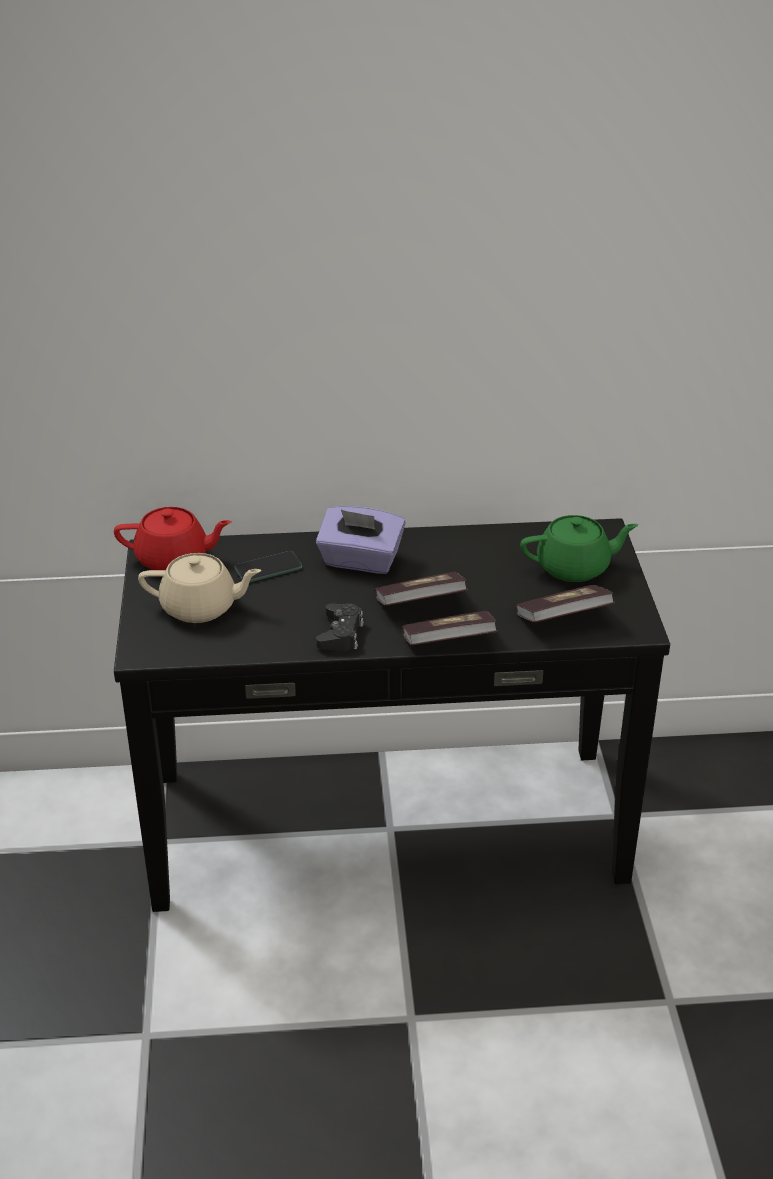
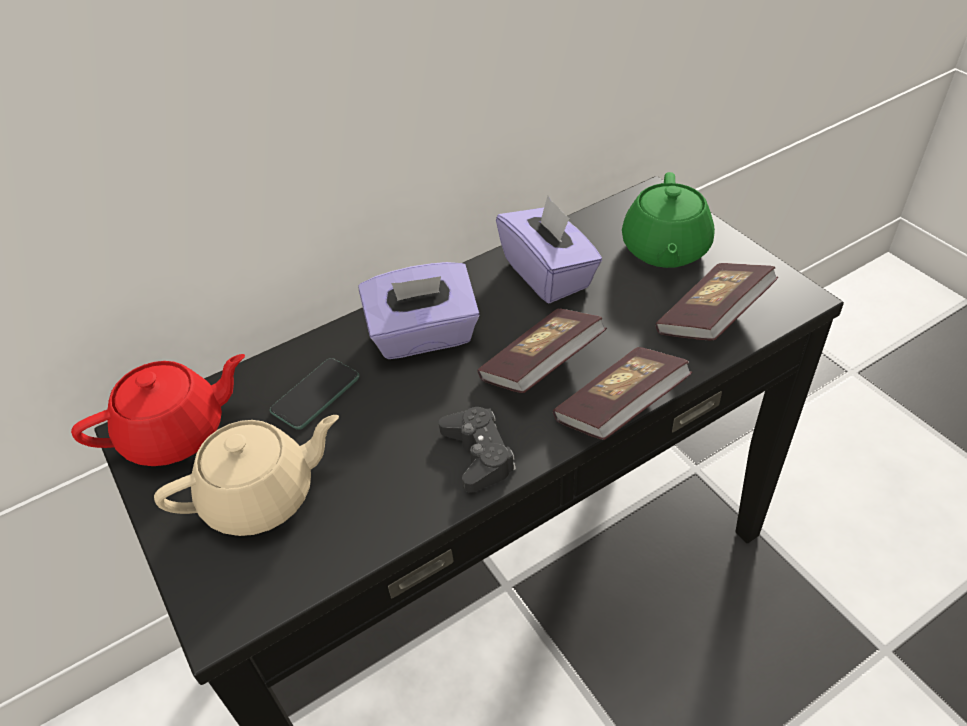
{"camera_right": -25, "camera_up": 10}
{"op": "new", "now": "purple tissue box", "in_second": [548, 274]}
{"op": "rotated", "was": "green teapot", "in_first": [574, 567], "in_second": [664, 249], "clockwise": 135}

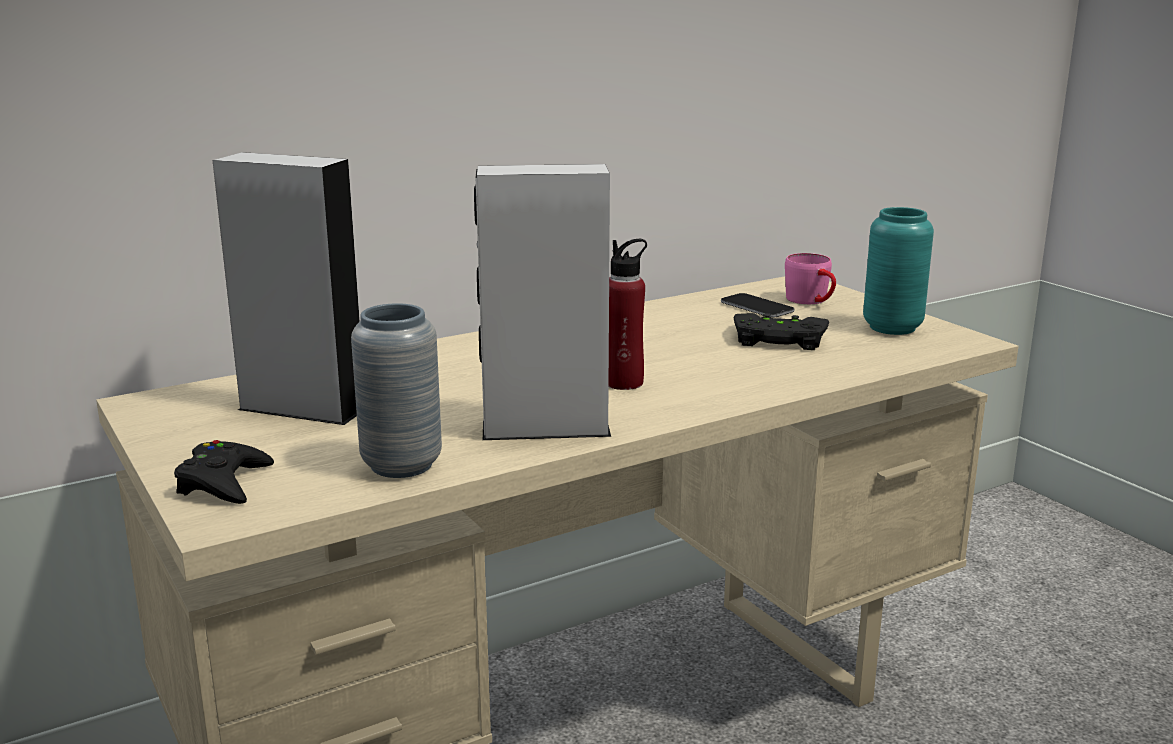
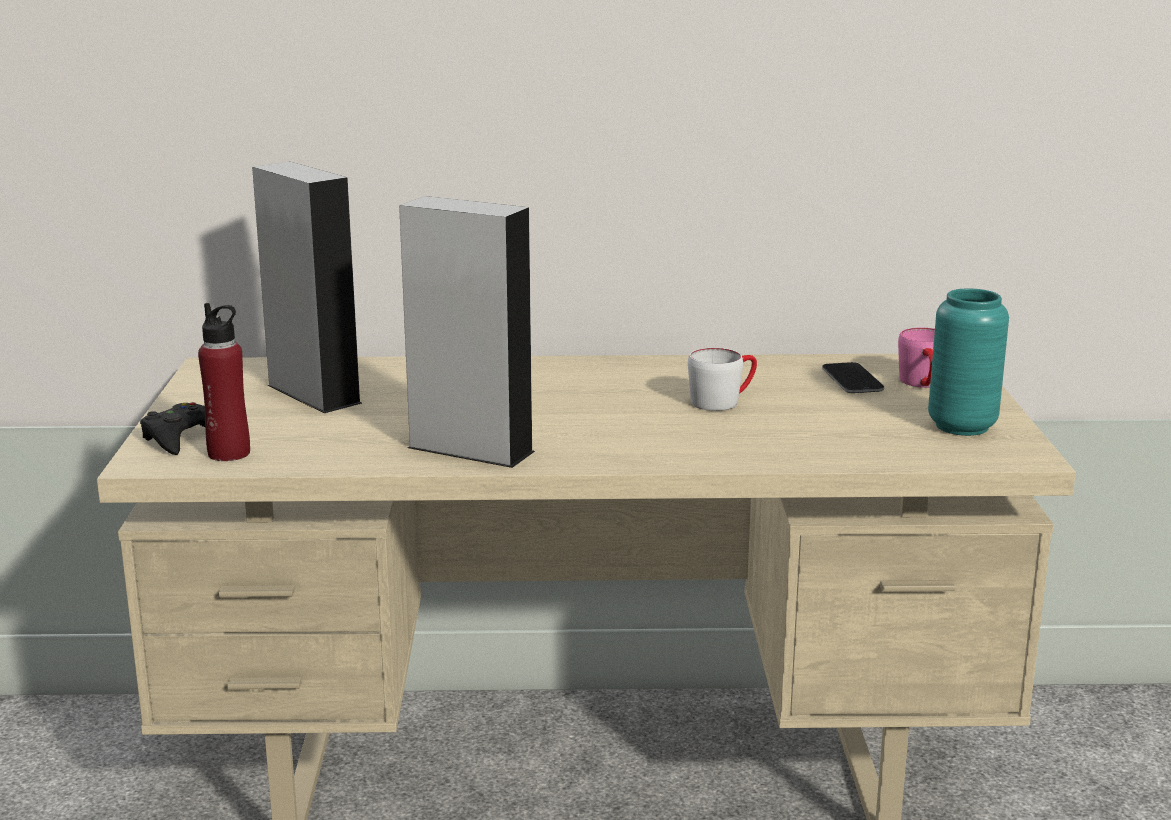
{"camera_right": 30, "camera_up": 0}
{"op": "gone", "was": "grey vase", "in_first": [401, 465]}
{"op": "gone", "was": "black game controller", "in_first": [778, 339]}
{"op": "new", "now": "white mug", "in_second": [723, 400]}
{"op": "shifted", "was": "red bottle", "in_first": [624, 382], "in_second": [229, 453]}

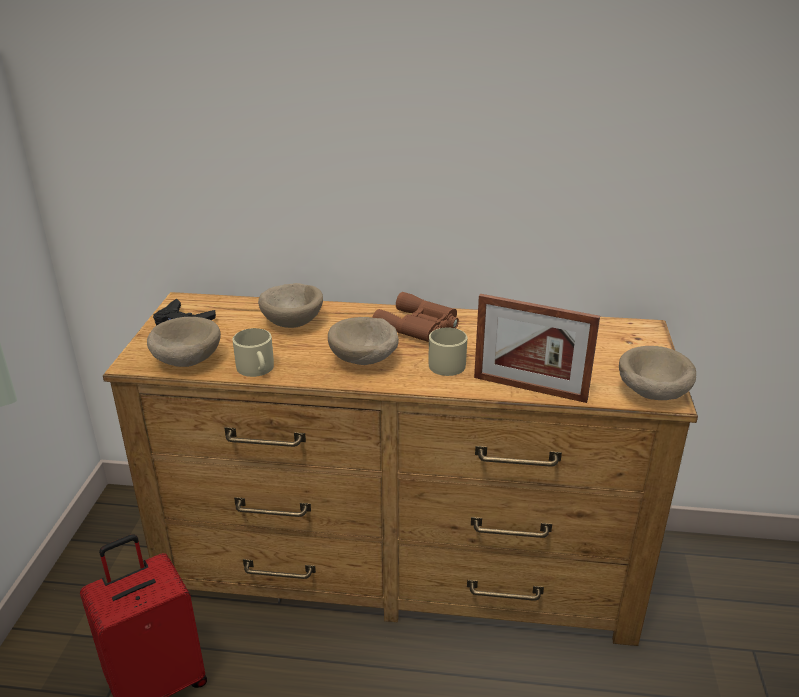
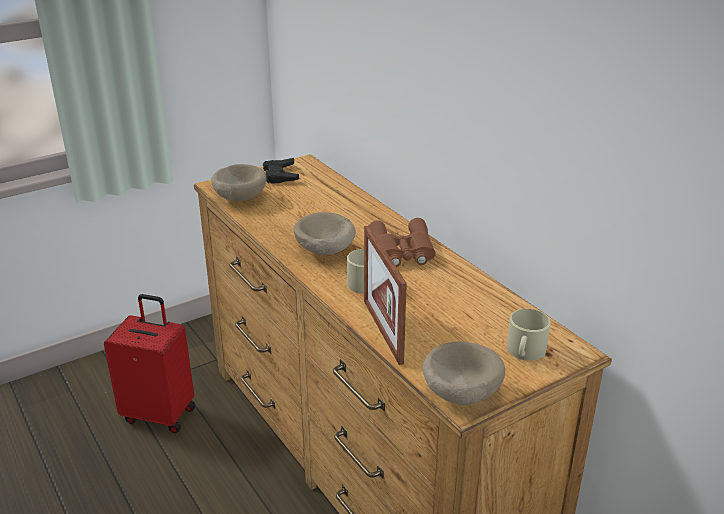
{"camera_right": 50, "camera_up": 0}
{"op": "gone", "was": "beige bowl", "in_first": [293, 322]}
{"op": "shifted", "was": "beige mug", "in_first": [256, 369], "in_second": [525, 351]}

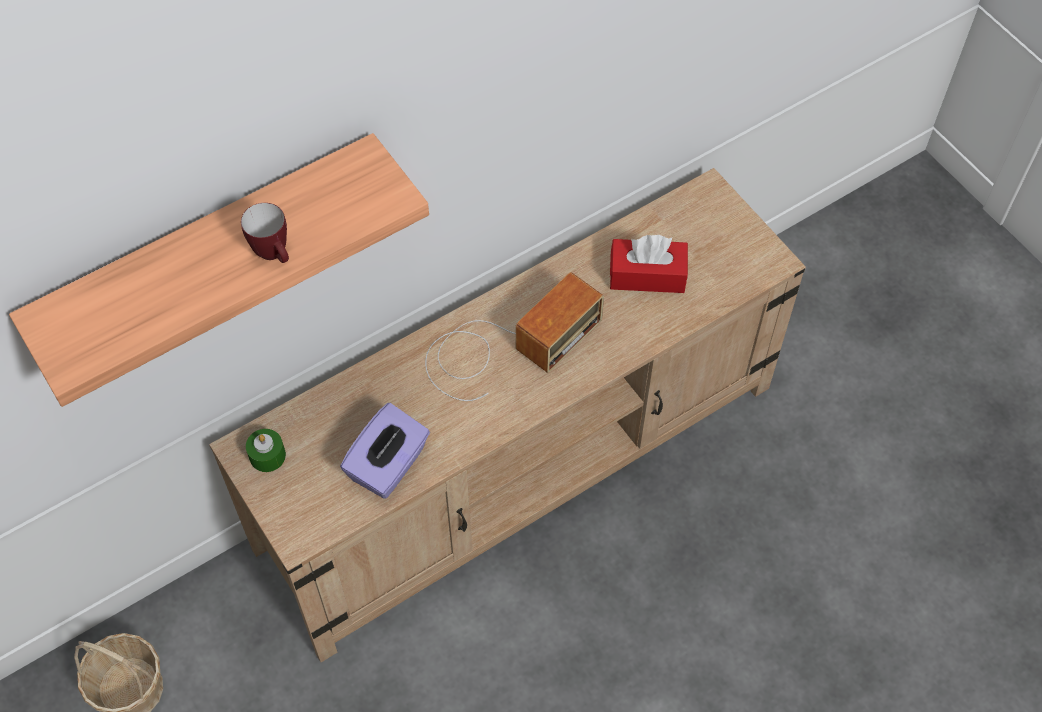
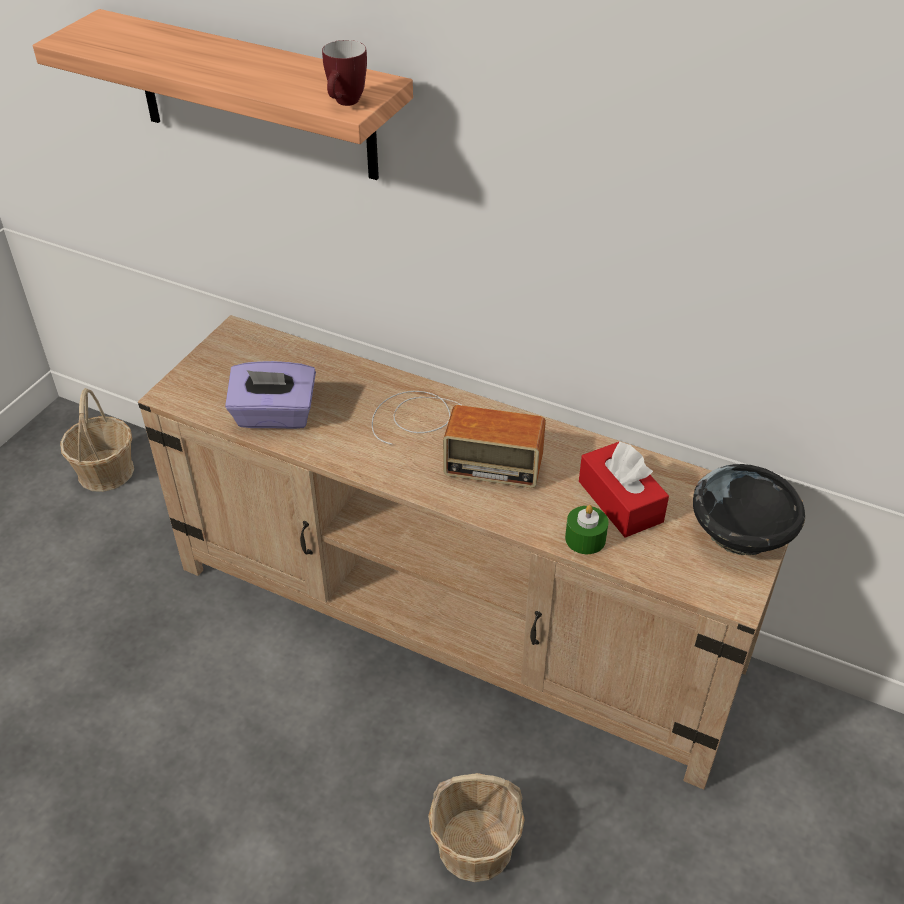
{"camera_right": 60, "camera_up": -15}
{"op": "new", "now": "basket", "in_second": [474, 845]}
{"op": "new", "now": "black bowl", "in_second": [740, 533]}
{"op": "shifted", "was": "mug", "in_first": [275, 255], "in_second": [345, 104]}
{"op": "shifted", "was": "green candle", "in_first": [267, 455], "in_second": [585, 539]}

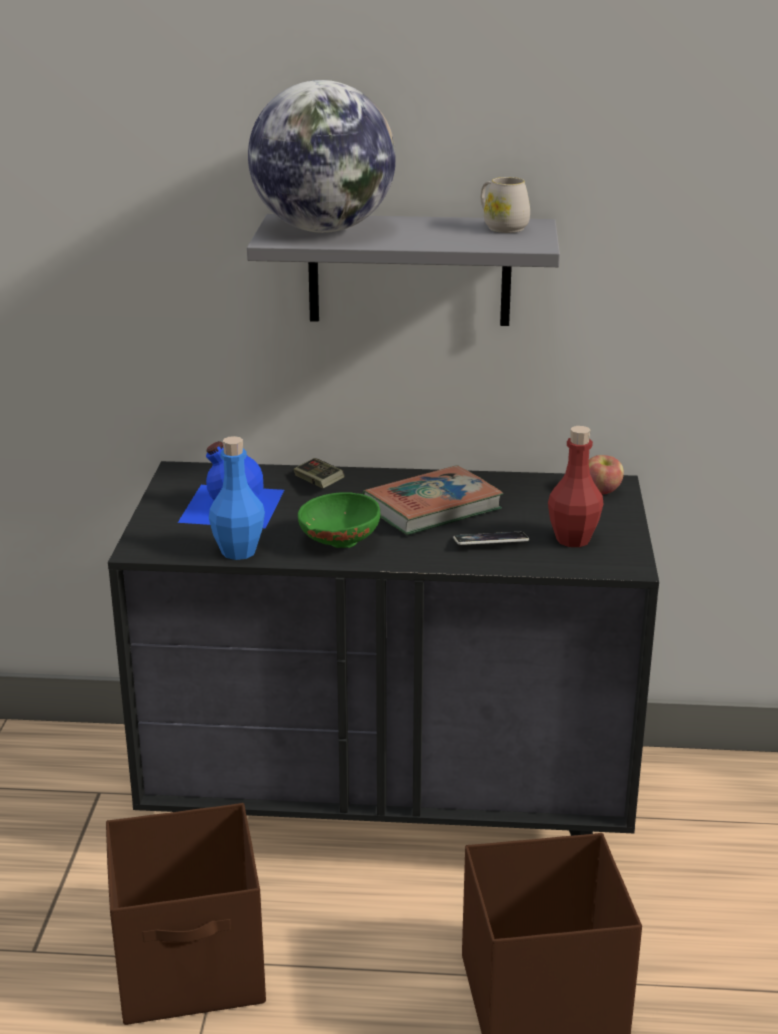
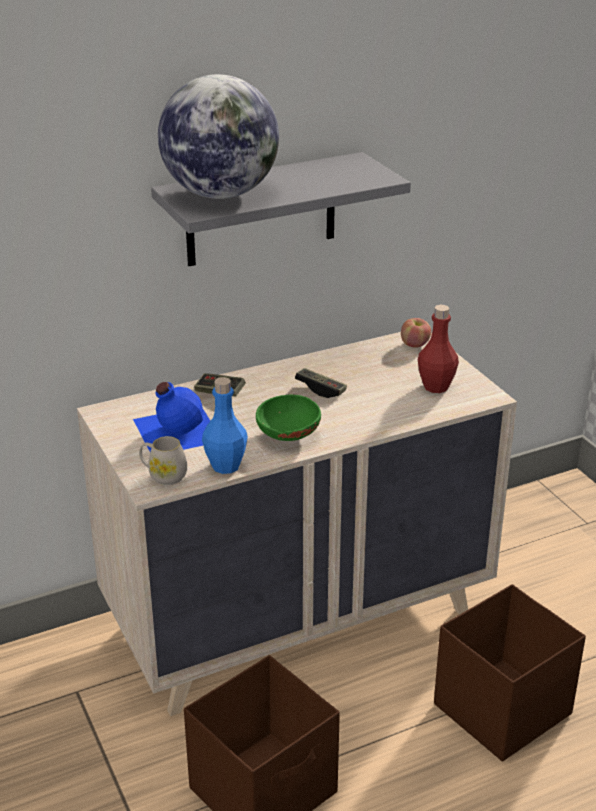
{"camera_right": -30, "camera_up": 5}
{"op": "gone", "was": "phone", "in_first": [490, 543]}
{"op": "shifted", "was": "white mug", "in_first": [501, 227], "in_second": [163, 475]}
{"op": "swapped", "was": "book", "now": "game controller", "in_first": [432, 508], "in_second": [320, 389]}
{"op": "repainted", "was": "black dresser", "now": "beige dresser", "in_first": [391, 805], "in_second": [299, 617]}

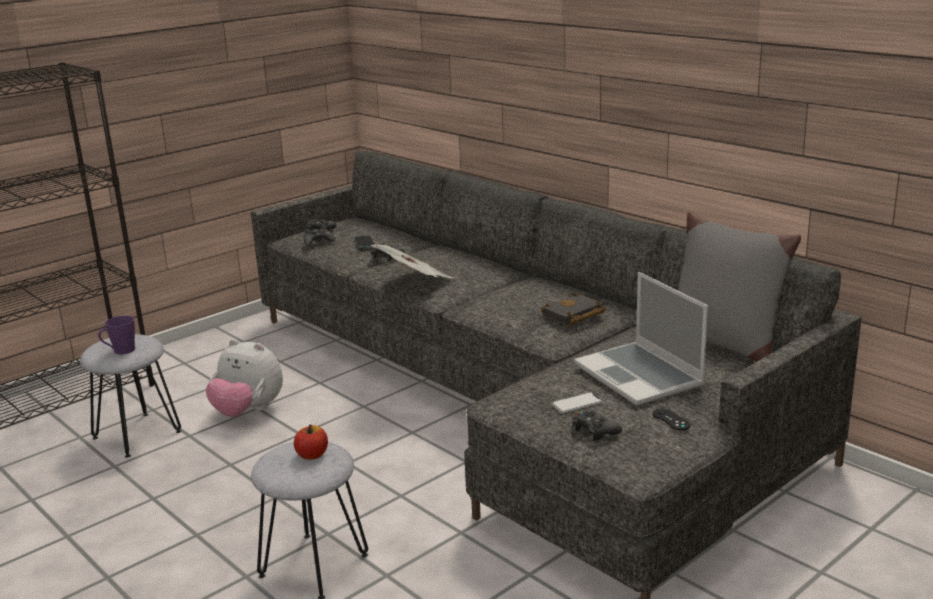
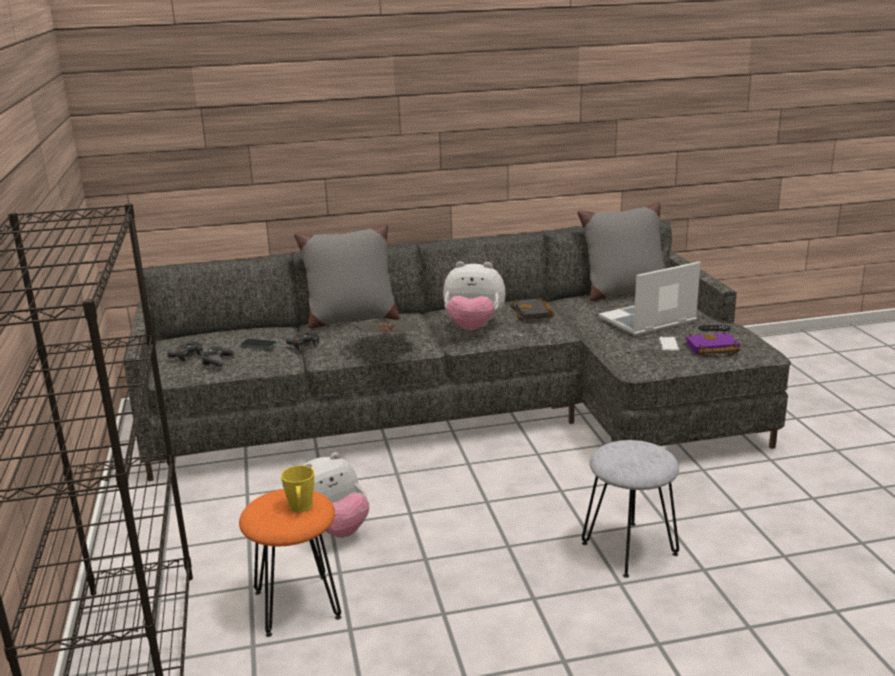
{"camera_right": -60, "camera_up": 0}
{"op": "gone", "was": "apple", "in_first": [312, 455]}
{"op": "new", "now": "grey pillow", "in_second": [351, 319]}
{"op": "new", "now": "plush toy", "in_second": [473, 328]}
{"op": "swapped", "was": "black game controller", "now": "purple book", "in_first": [594, 431], "in_second": [711, 349]}
{"op": "repainted", "was": "grey stool", "now": "orange stool", "in_first": [137, 434], "in_second": [297, 604]}
{"op": "repainted", "was": "purple mug", "now": "yellow mug", "in_first": [120, 351], "in_second": [301, 508]}
{"op": "rotated", "was": "laptop", "in_first": [640, 376], "in_second": [647, 321], "clockwise": 150}

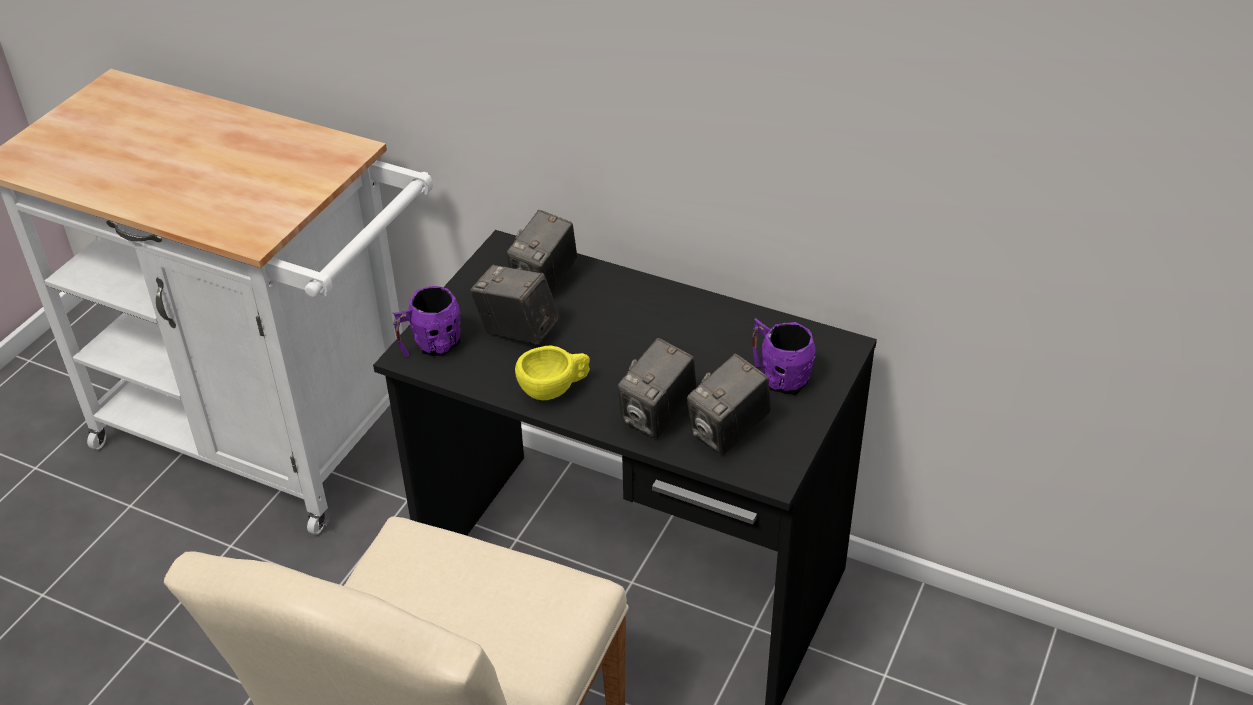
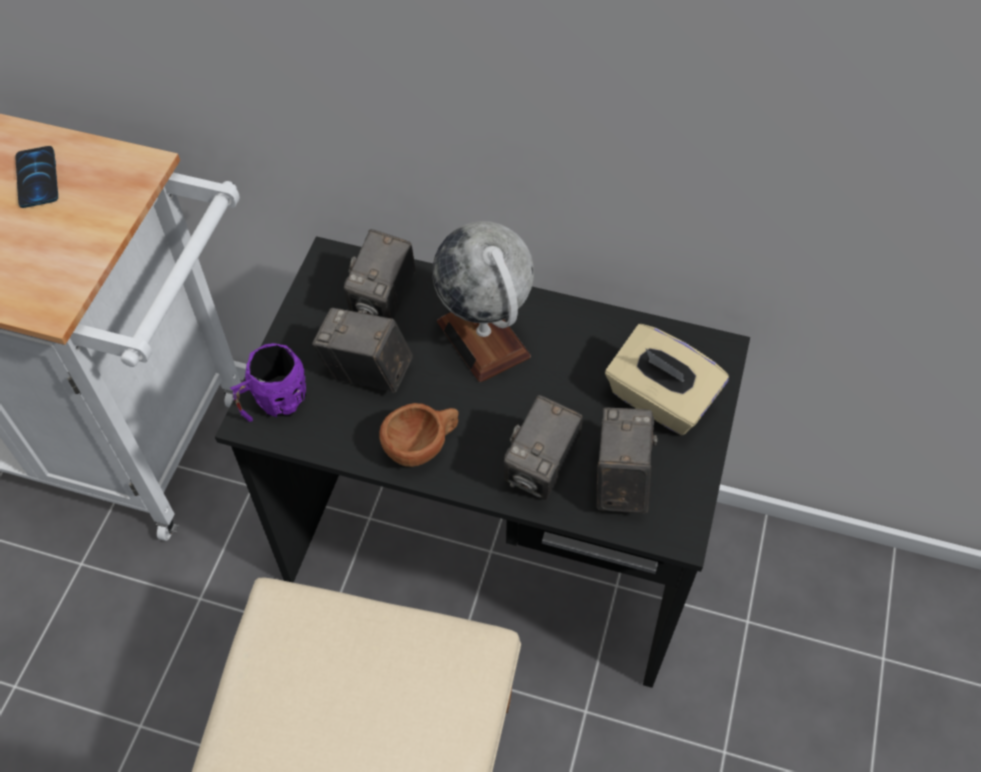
{"camera_right": -10, "camera_up": 15}
{"op": "new", "now": "phone", "in_second": [37, 178]}
{"op": "new", "now": "globe", "in_second": [484, 339]}
{"op": "swapped", "was": "purple mug", "now": "beige tissue box", "in_first": [779, 377], "in_second": [659, 400]}
{"op": "repainted", "was": "yellow cup", "now": "brown cup", "in_first": [555, 389], "in_second": [423, 446]}
{"op": "rotated", "was": "photo camera", "in_first": [728, 432], "in_second": [620, 480], "clockwise": 150}

